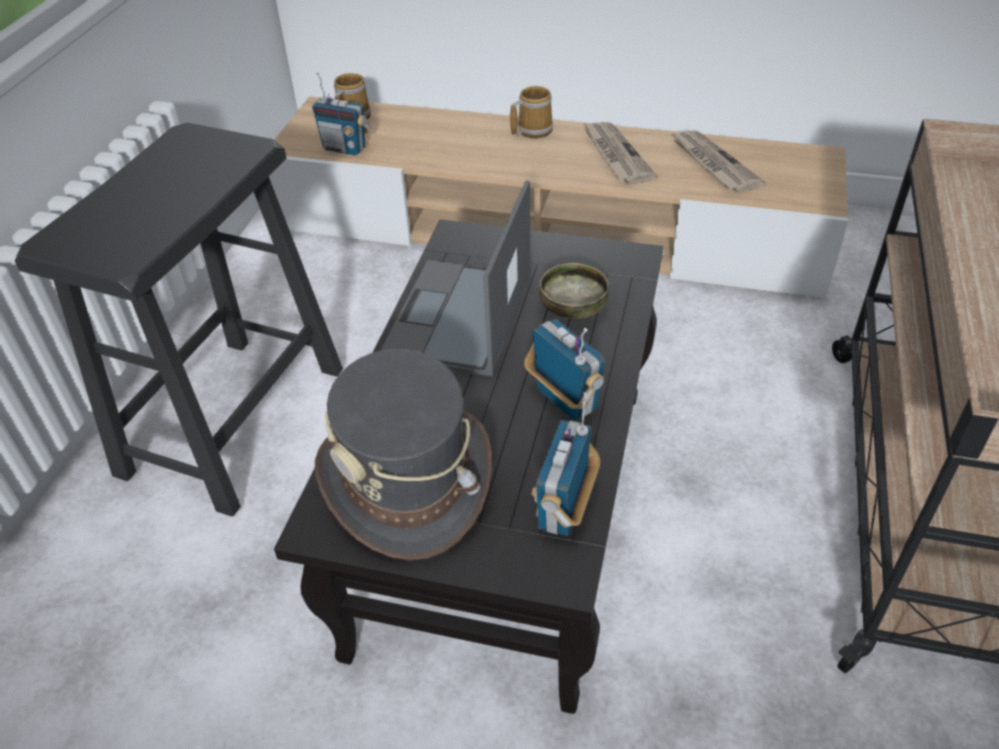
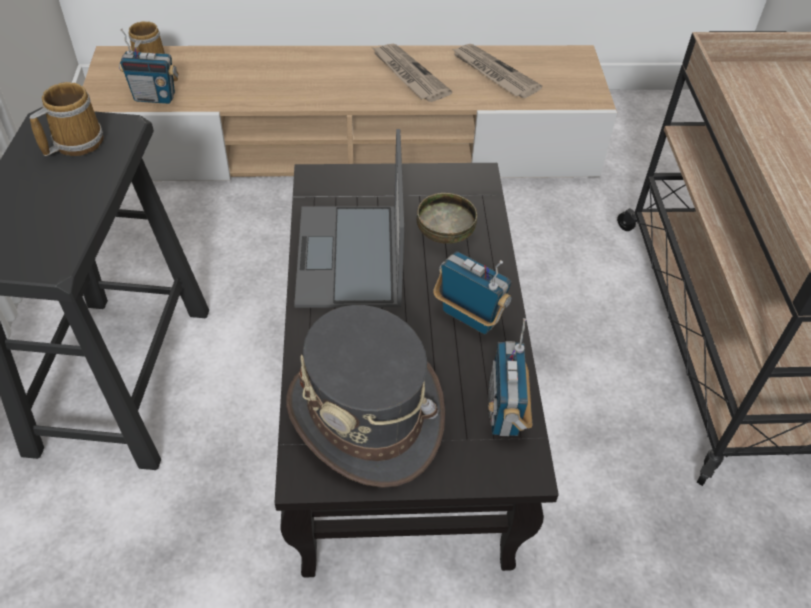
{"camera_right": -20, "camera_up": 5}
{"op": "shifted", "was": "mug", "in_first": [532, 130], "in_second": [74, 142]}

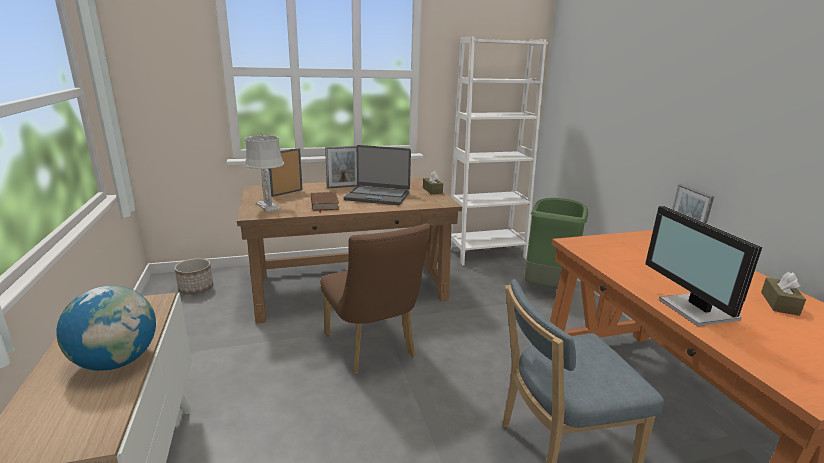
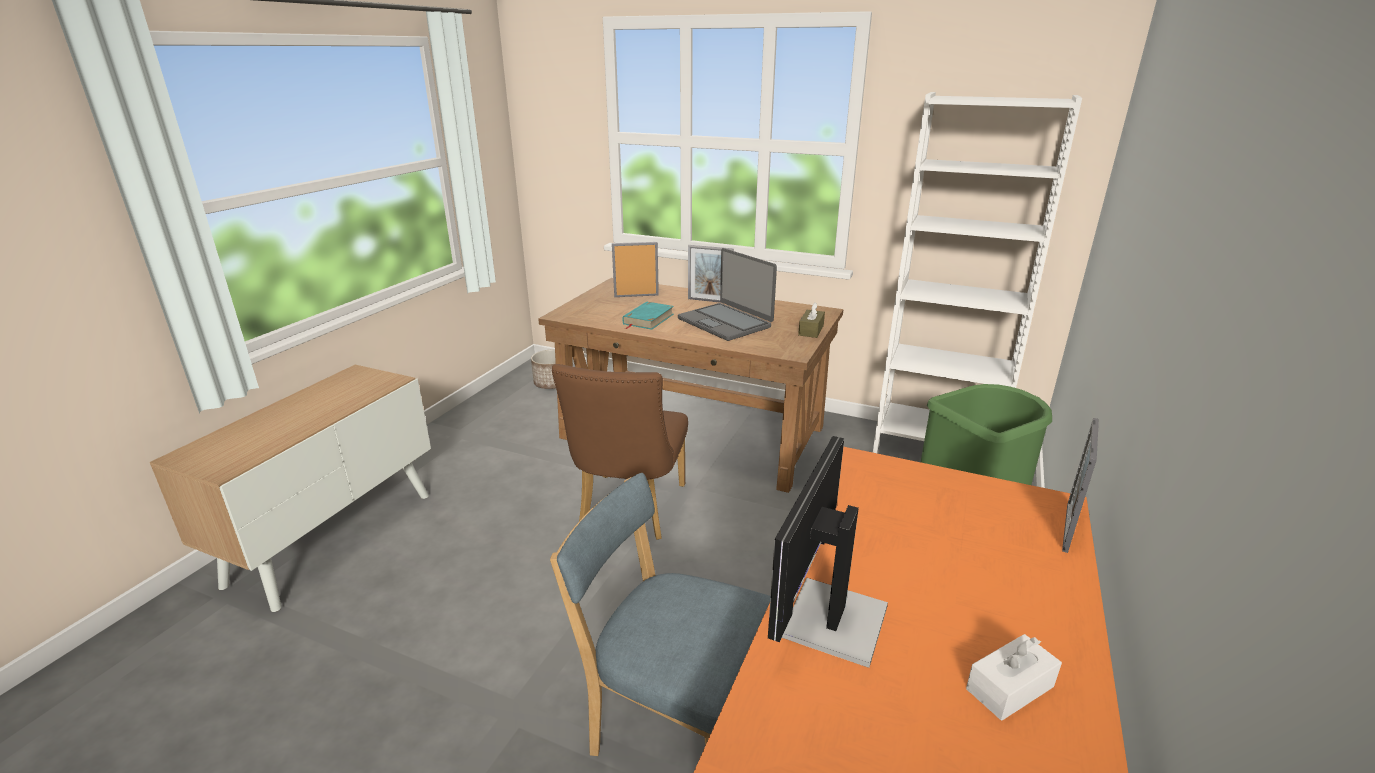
{"camera_right": 40, "camera_up": 5}
{"op": "gone", "was": "globe", "in_first": [117, 361]}
{"op": "gone", "was": "grey table lamp", "in_first": [268, 206]}
{"op": "repainted", "was": "brown book", "now": "turquoise book", "in_first": [324, 204], "in_second": [648, 319]}
{"op": "repainted", "was": "brown tissue box", "now": "white tissue box", "in_first": [779, 303], "in_second": [1009, 688]}

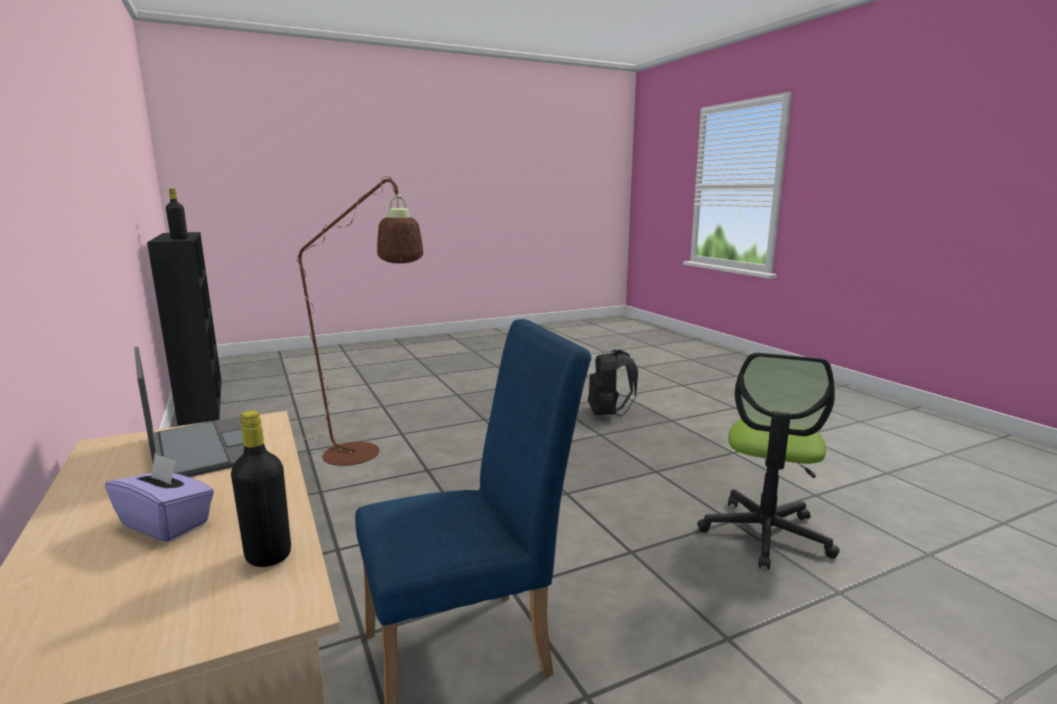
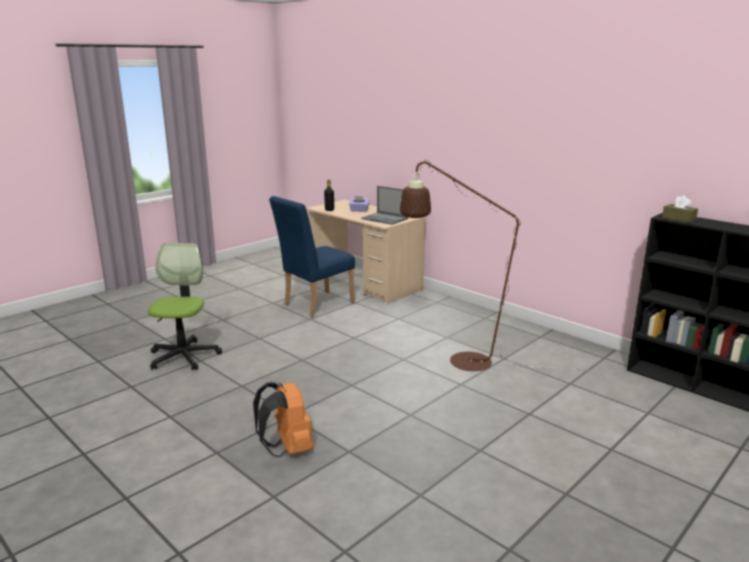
{"camera_right": 160, "camera_up": 5}
{"op": "swapped", "was": "black bottle", "now": "brown tissue box", "in_first": [179, 239], "in_second": [678, 219]}
{"op": "repainted", "was": "black backpack", "now": "orange backpack", "in_first": [608, 414], "in_second": [287, 449]}

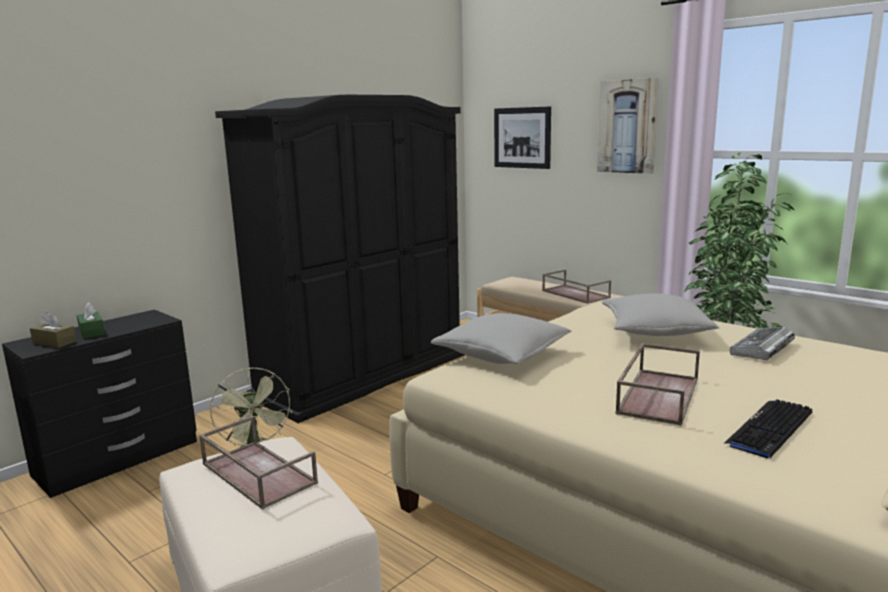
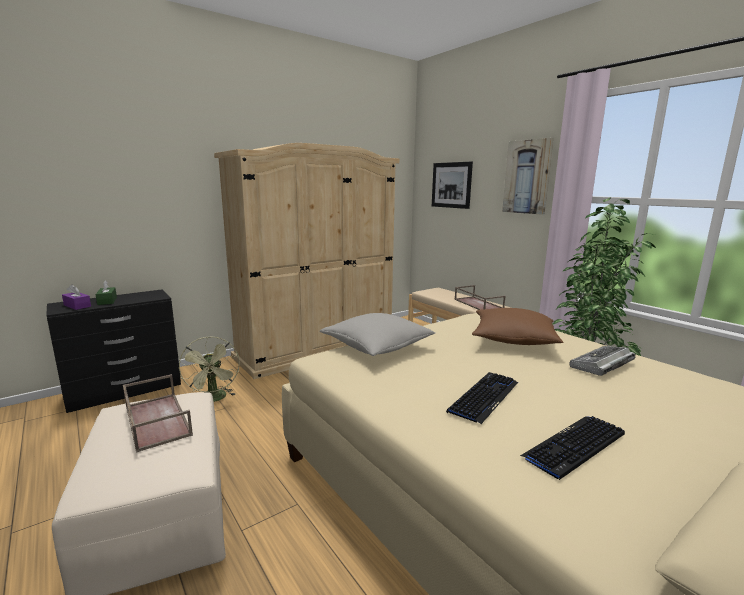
{"camera_right": 10, "camera_up": 0}
{"op": "swapped", "was": "brown tray", "now": "keyboard", "in_first": [657, 395], "in_second": [484, 397]}
{"op": "repainted", "was": "brown tissue box", "now": "purple tissue box", "in_first": [54, 342], "in_second": [77, 306]}
{"op": "repainted", "was": "black wardrobe", "now": "beige wardrobe", "in_first": [363, 375], "in_second": [316, 348]}
{"op": "repainted", "was": "grey pillow", "now": "brown pillow", "in_first": [655, 331], "in_second": [513, 340]}

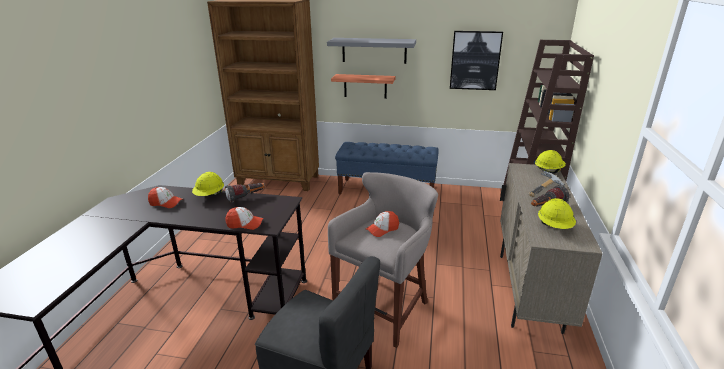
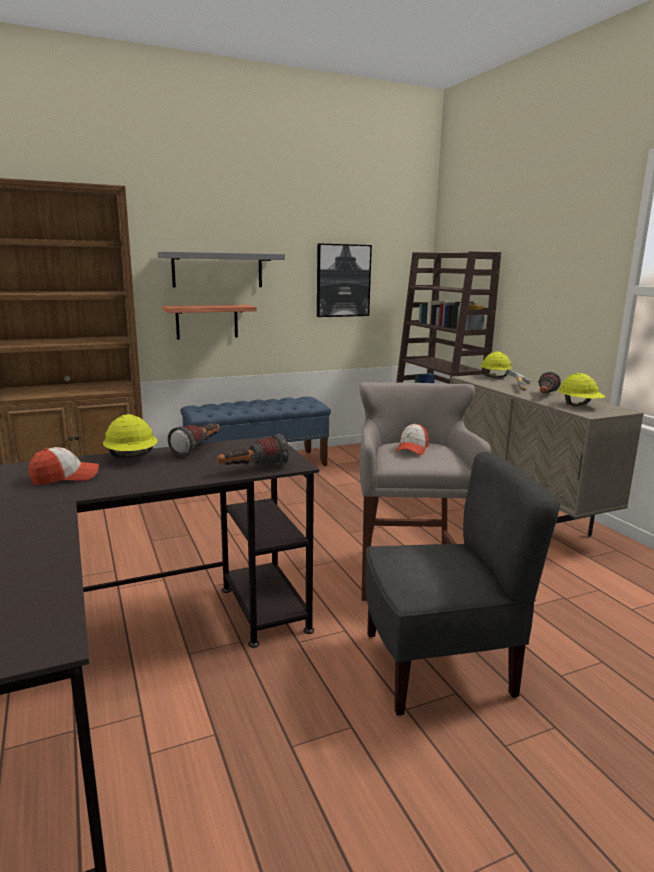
{"camera_right": -35, "camera_up": -10}
{"op": "swapped", "was": "cap", "now": "flashlight", "in_first": [245, 224], "in_second": [252, 469]}

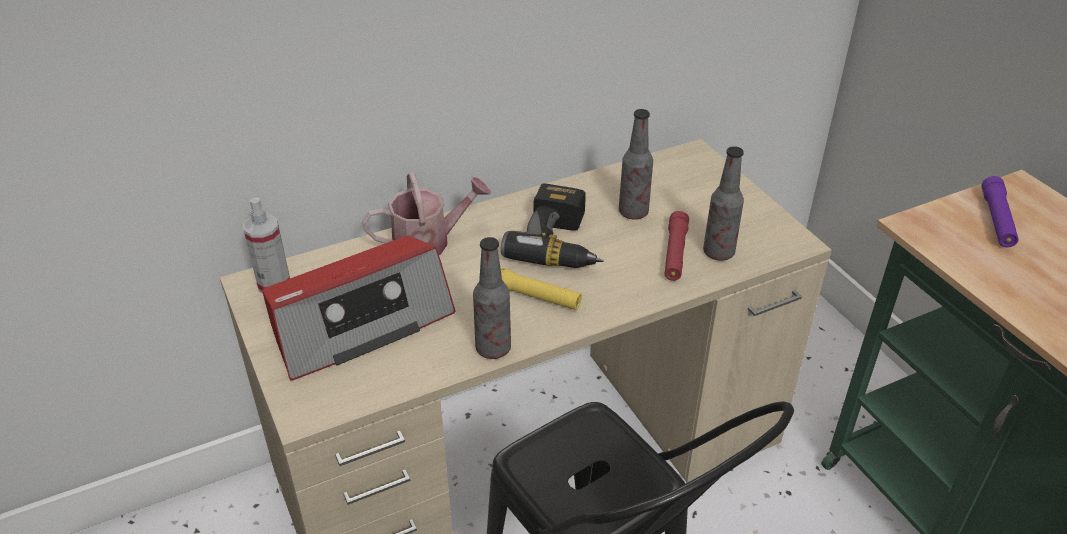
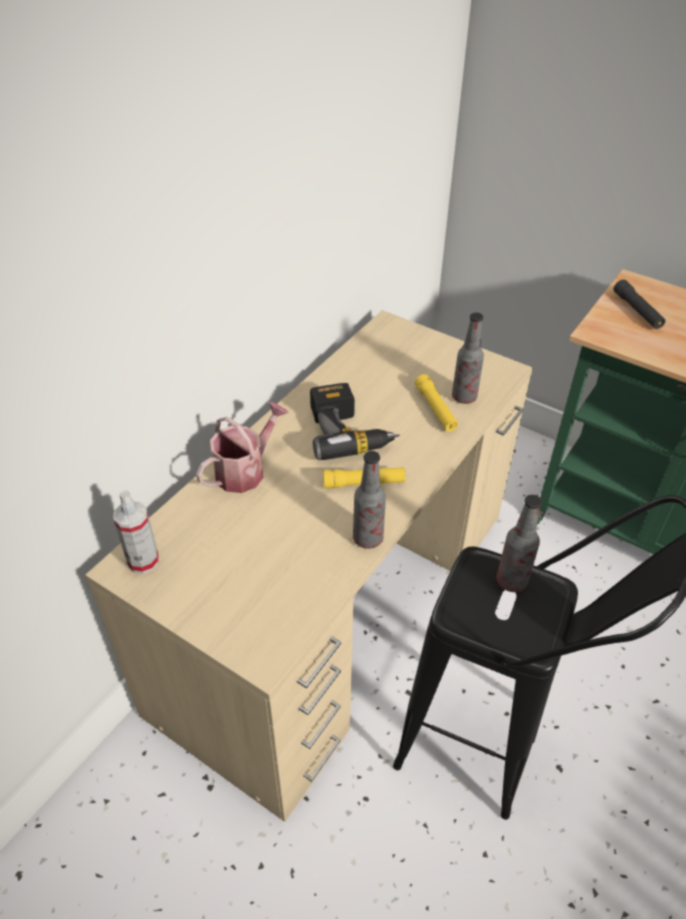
{"camera_right": -30, "camera_up": 5}
{"op": "gone", "was": "radio", "in_first": [359, 323]}
{"op": "shifted", "was": "bottle", "in_first": [633, 212], "in_second": [511, 581]}
{"op": "repainted", "was": "red flashlight", "now": "yellow flashlight", "in_first": [675, 253], "in_second": [435, 409]}
{"op": "repainted", "was": "purple flashlight", "now": "black flashlight", "in_first": [997, 220], "in_second": [637, 311]}

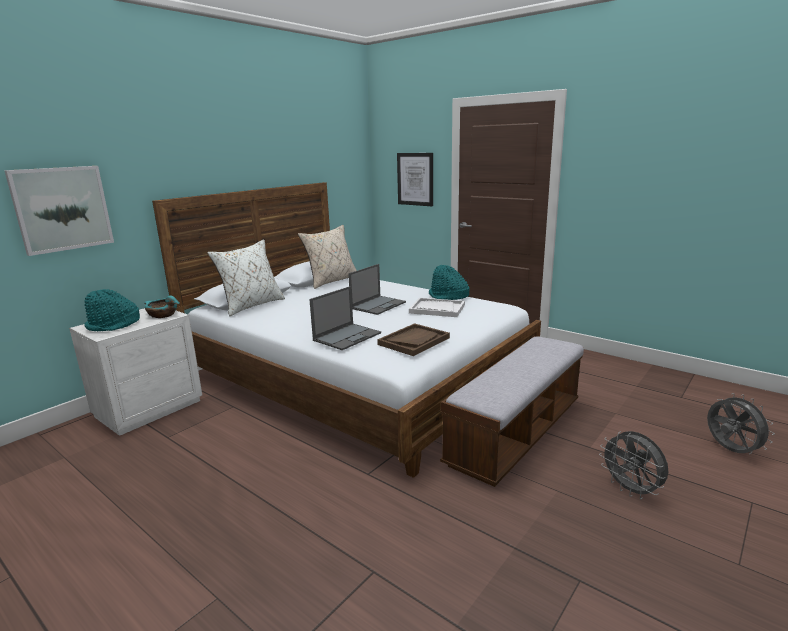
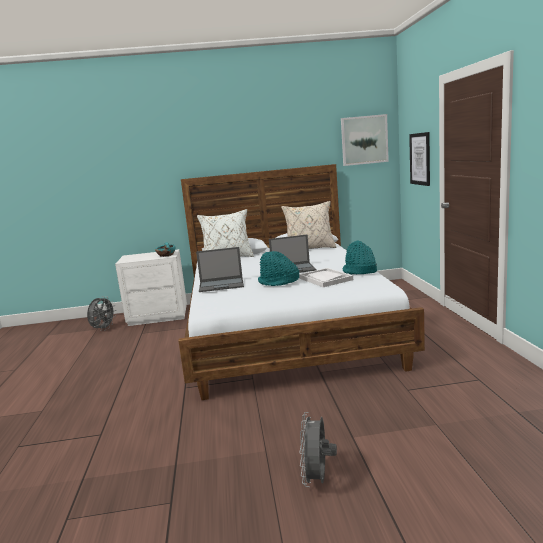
{"camera_right": 45, "camera_up": -5}
{"op": "gone", "was": "brown tray", "in_first": [414, 341]}
{"op": "gone", "was": "bench", "in_first": [516, 433]}
{"op": "shifted", "was": "picture", "in_first": [62, 209], "in_second": [364, 140]}
{"op": "shifted", "was": "turquoise hat", "in_first": [114, 325], "in_second": [278, 282]}
{"op": "shifted", "was": "grey fan", "in_first": [730, 450], "in_second": [103, 329]}

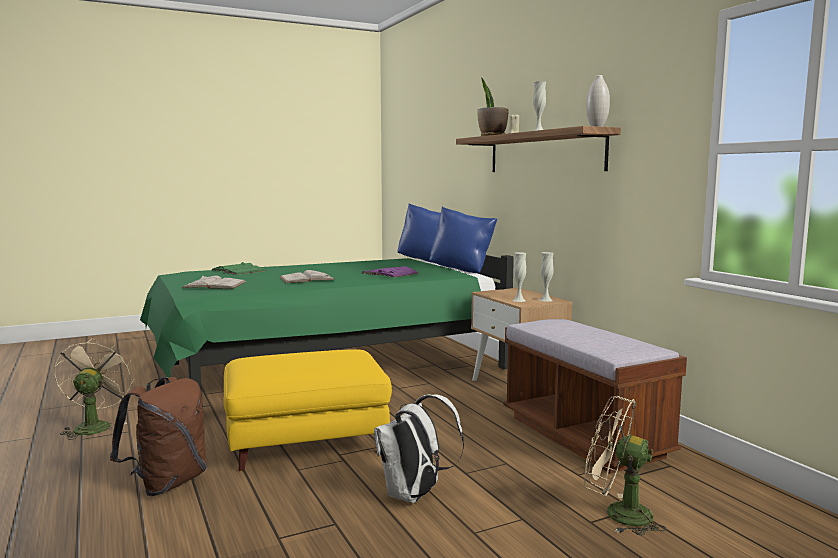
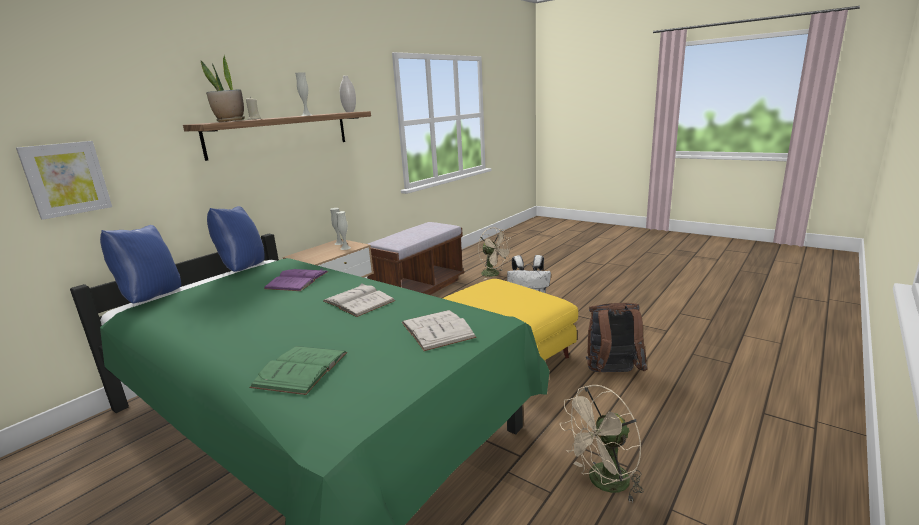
{"camera_right": -115, "camera_up": 10}
{"op": "new", "now": "picture", "in_second": [66, 179]}
{"op": "rotated", "was": "beige fan", "in_first": [617, 513], "in_second": [494, 274], "clockwise": -45}

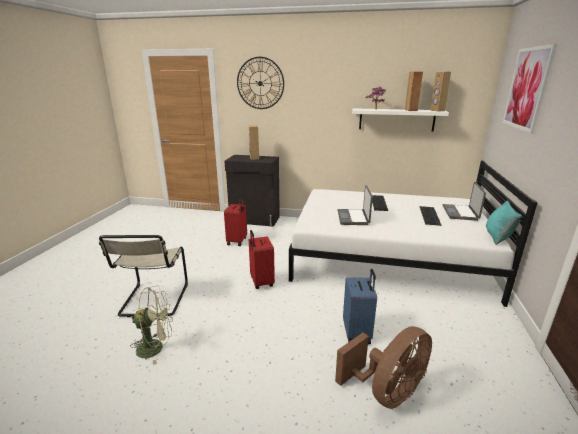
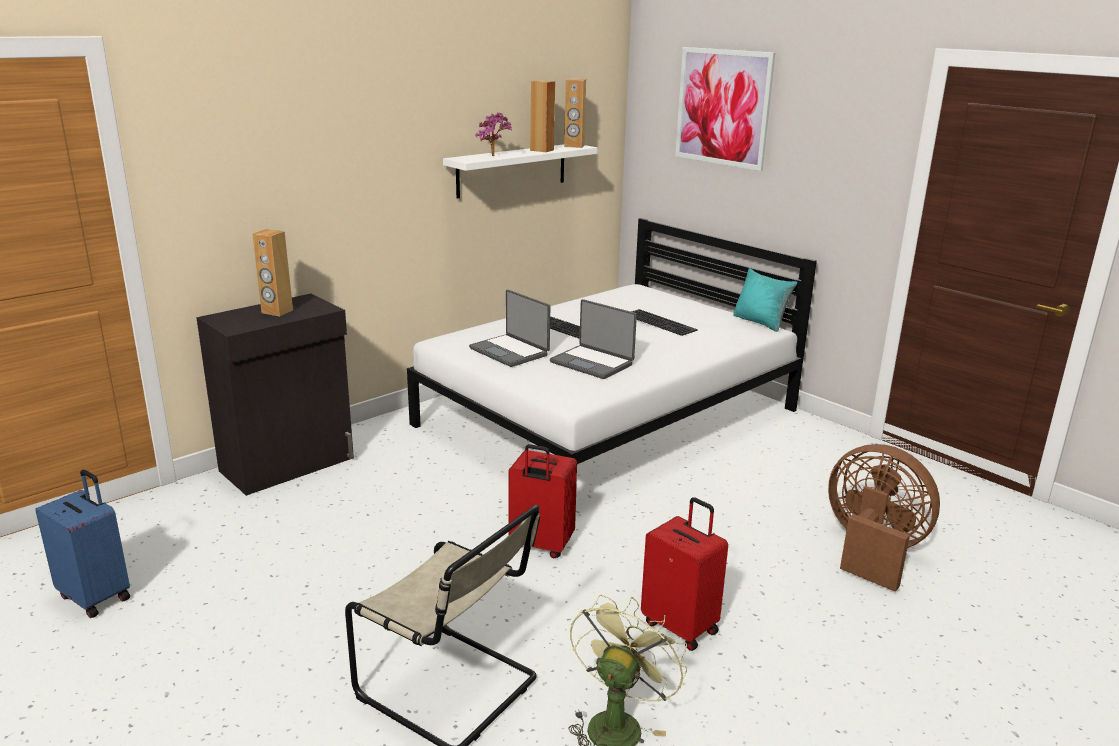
{"camera_right": -55, "camera_up": 0}
{"op": "gone", "was": "wall clock", "in_first": [260, 83]}
{"op": "shifted", "was": "red suitcase", "in_first": [237, 241], "in_second": [681, 626]}
{"op": "shifted", "was": "blue suitcase", "in_first": [357, 333], "in_second": [96, 596]}
{"op": "shifted", "was": "laptop", "in_first": [461, 213], "in_second": [510, 351]}
{"op": "rotated", "was": "brown fan", "in_first": [387, 391], "in_second": [871, 551], "clockwise": -45}

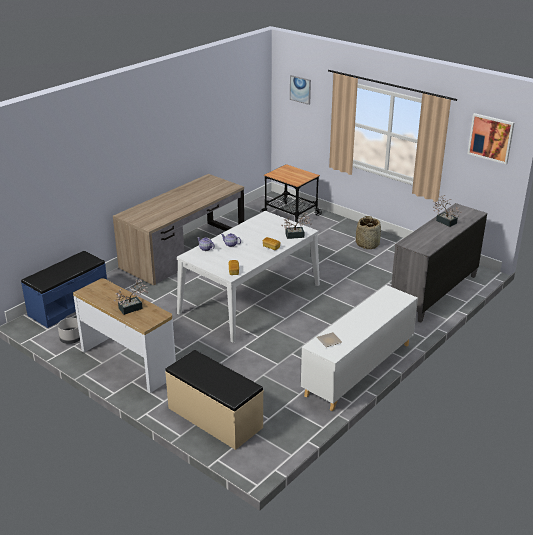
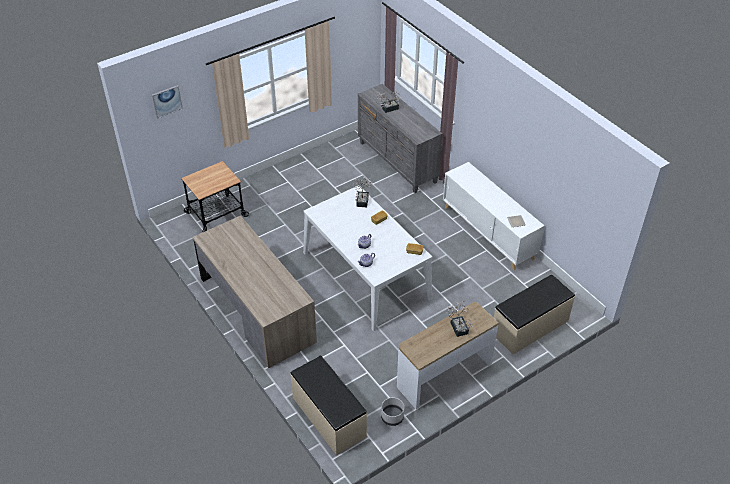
{"camera_right": -75, "camera_up": 15}
{"op": "gone", "was": "basket", "in_first": [367, 244]}
{"op": "gone", "was": "picture", "in_first": [491, 138]}
{"op": "repainted", "was": "blue bench", "now": "beige bench", "in_first": [68, 305], "in_second": [328, 417]}

